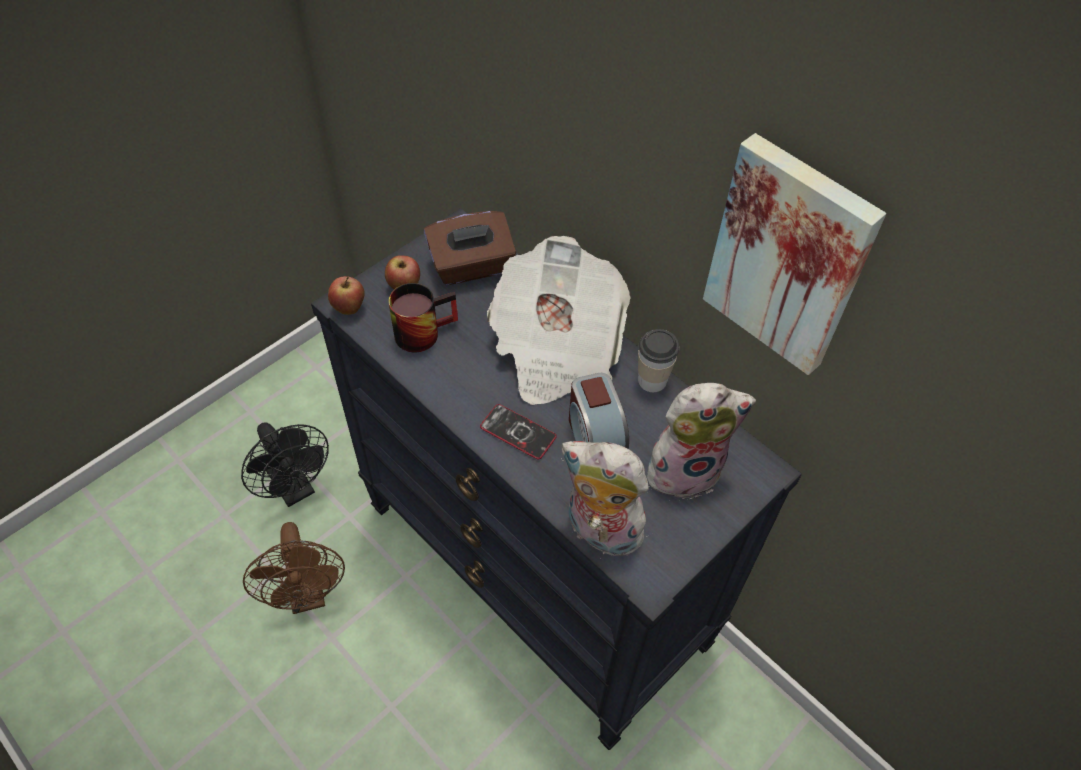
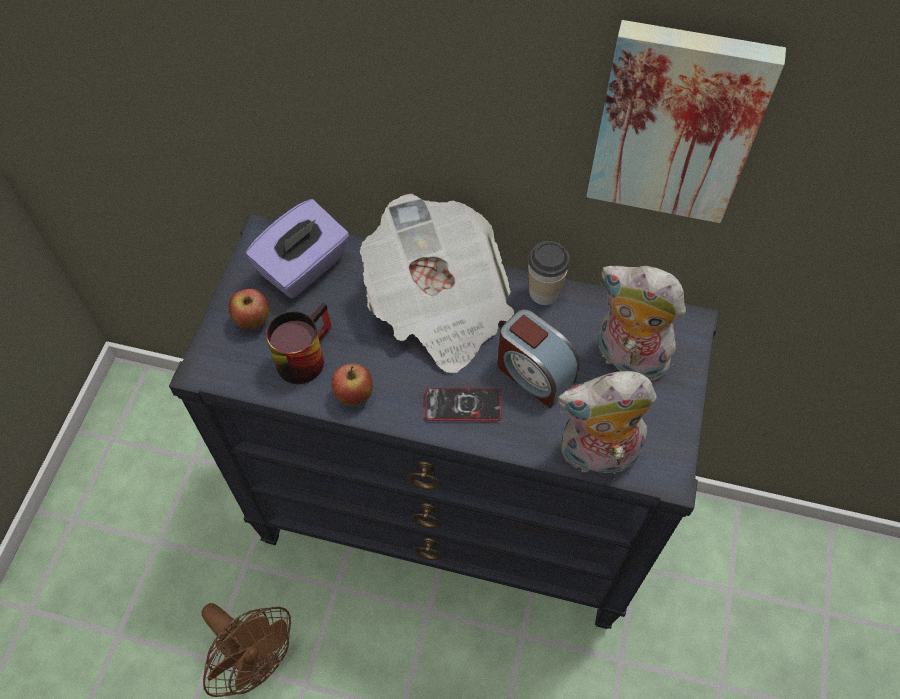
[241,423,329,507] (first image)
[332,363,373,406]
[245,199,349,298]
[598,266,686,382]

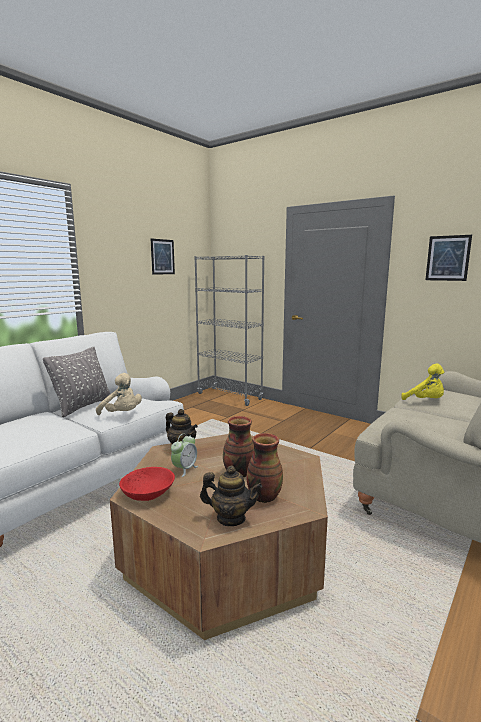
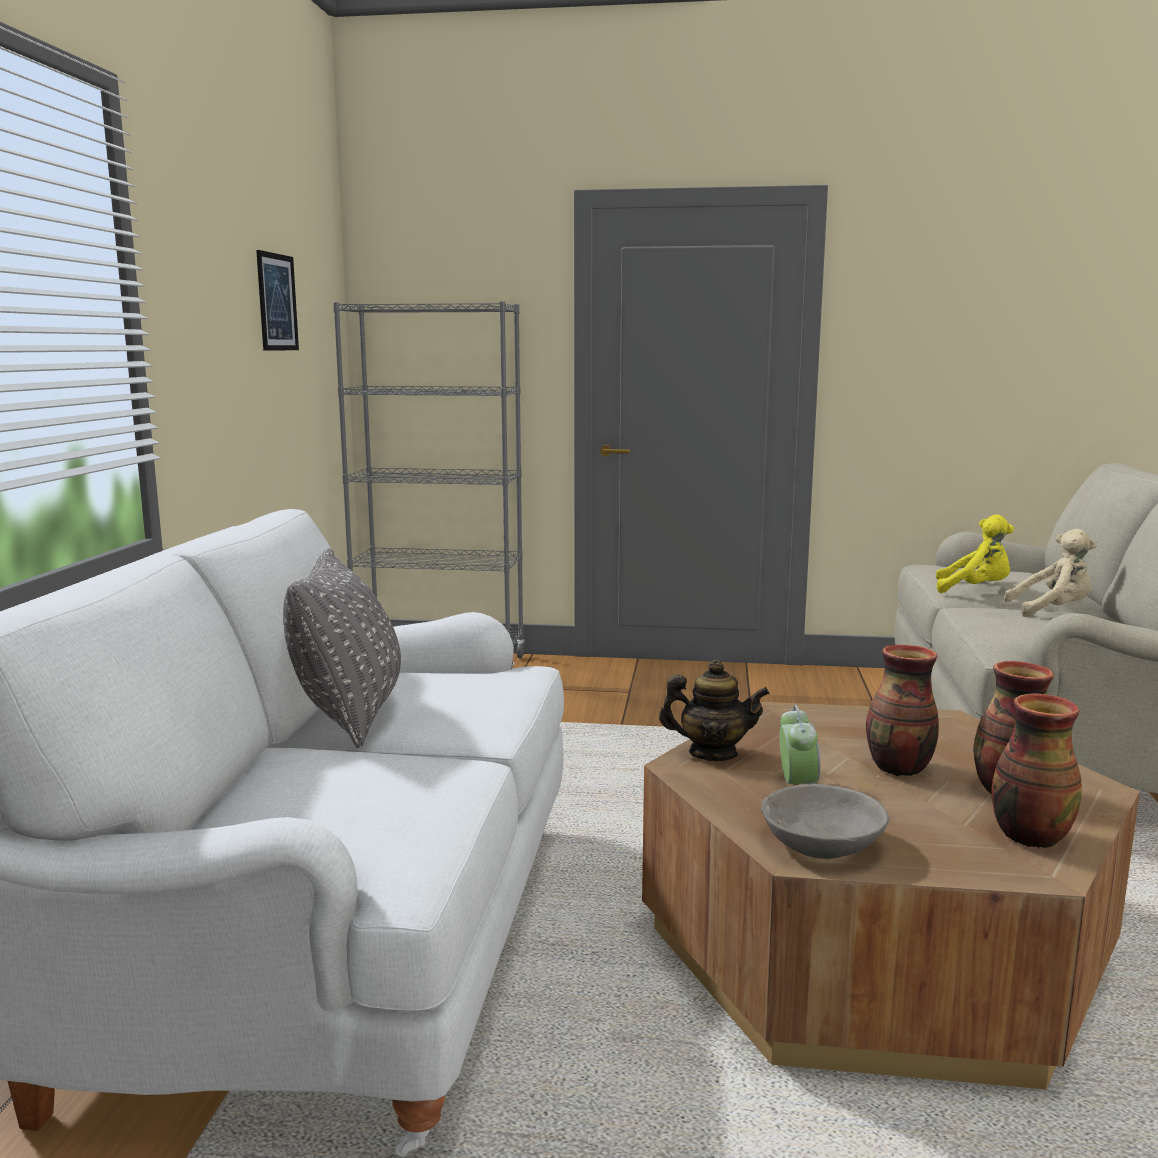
[1004,529,1097,617]
[761,784,889,859]
[991,694,1082,848]
[425,235,472,281] (first image)

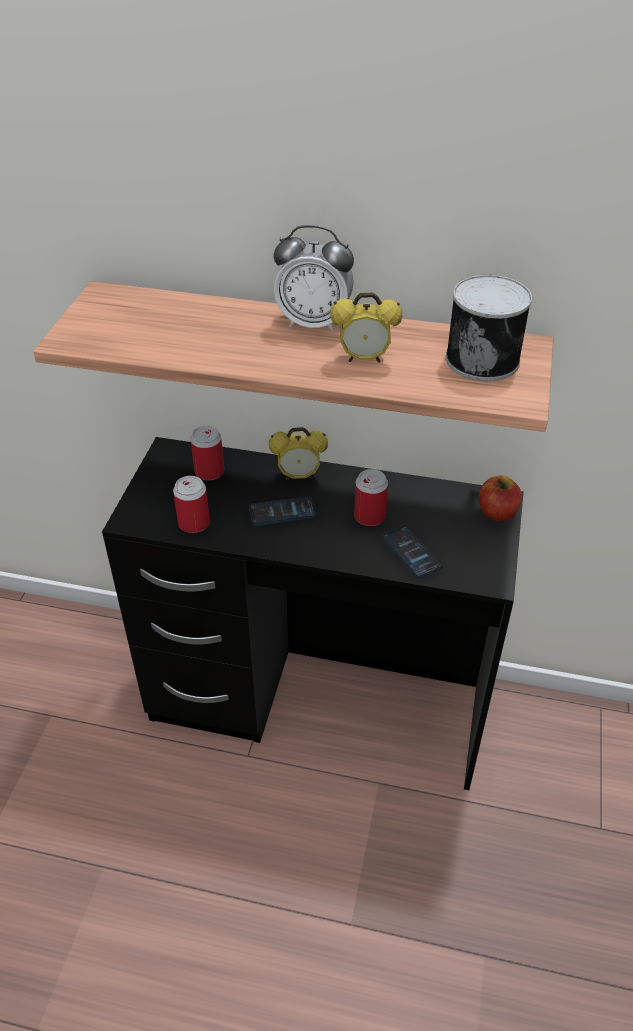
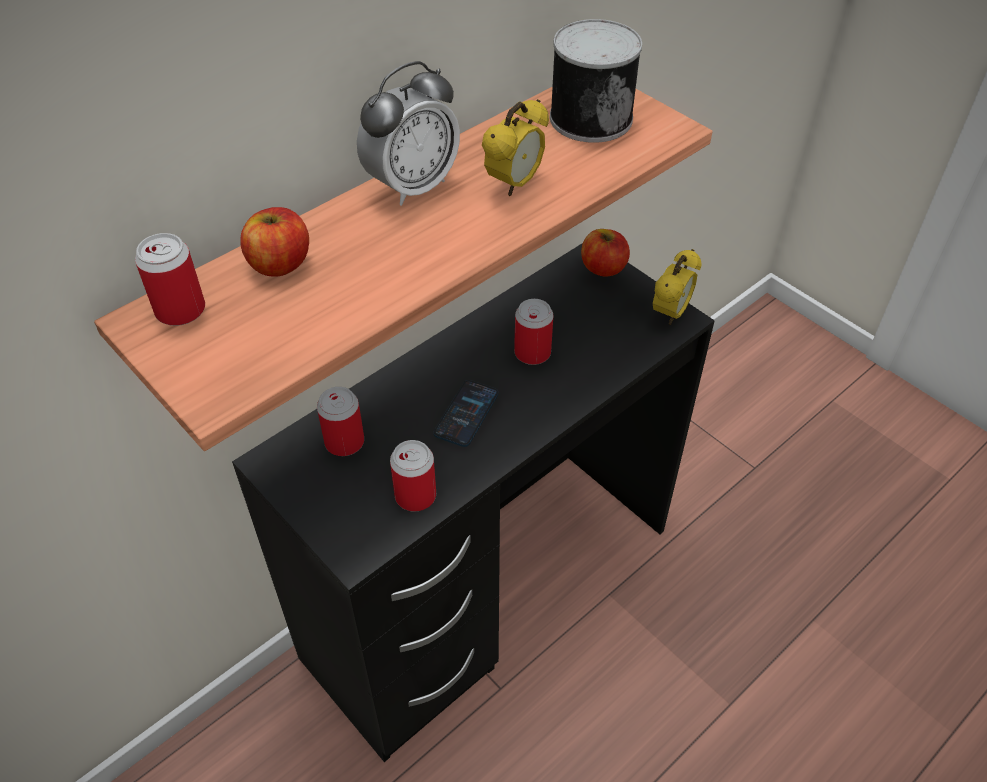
[653,249,701,325]
[382,526,443,579] (first image)
[135,233,205,326]
[240,207,309,277]

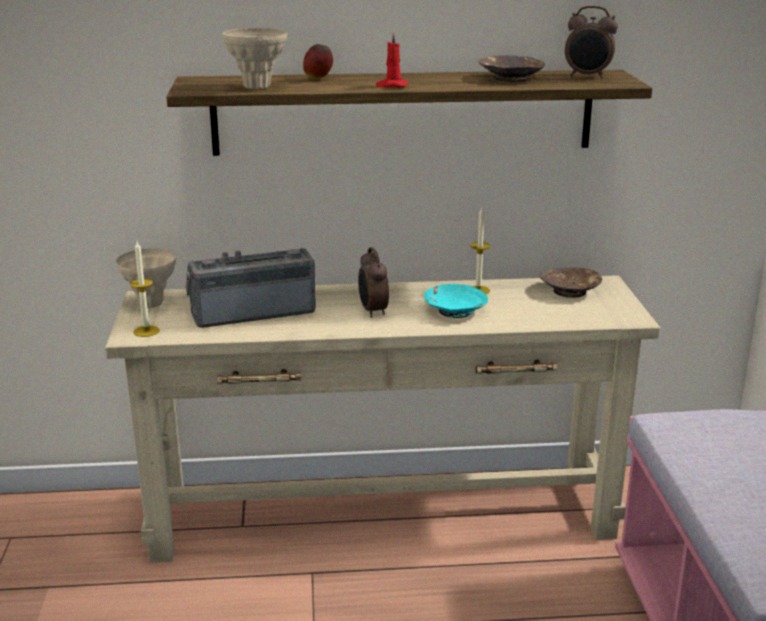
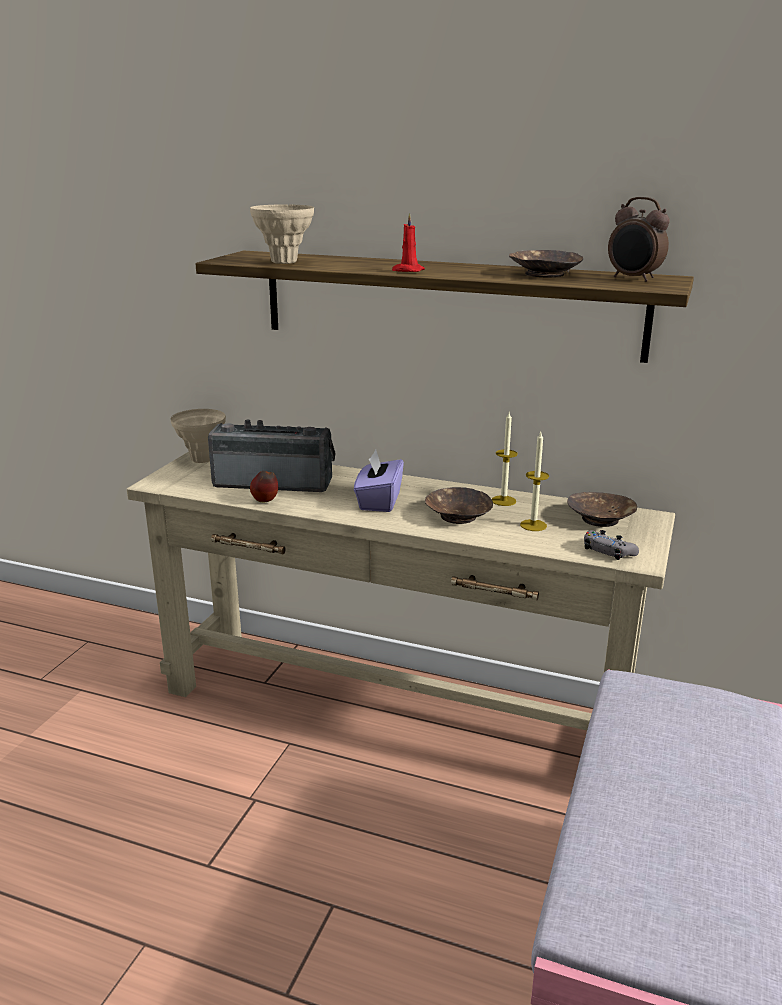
[520,432,549,531]
[250,471,278,502]
[354,450,404,512]
[425,487,493,524]
[584,530,639,560]

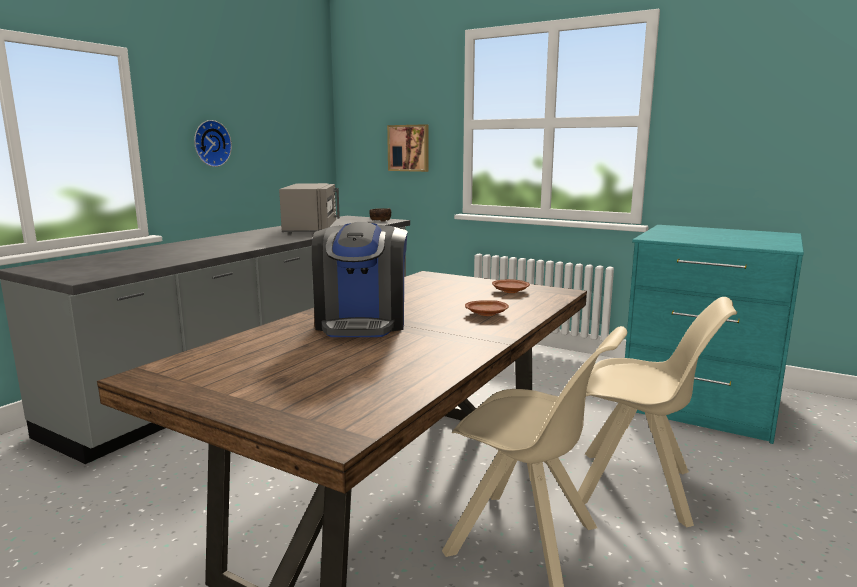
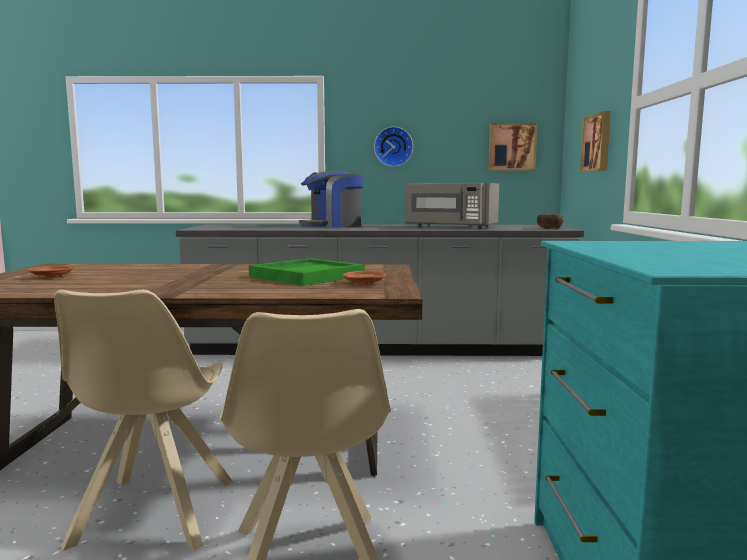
[405,183,499,229]
[299,171,363,228]
[27,265,74,278]
[249,258,365,286]
[488,123,538,171]

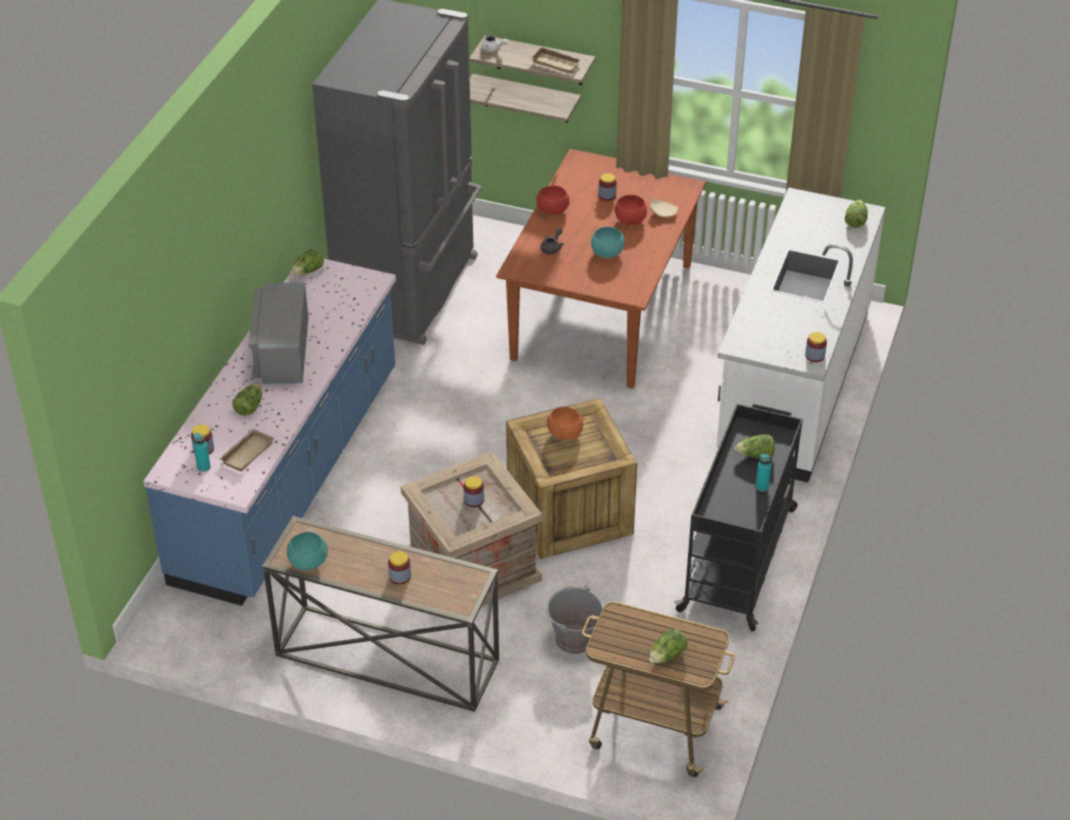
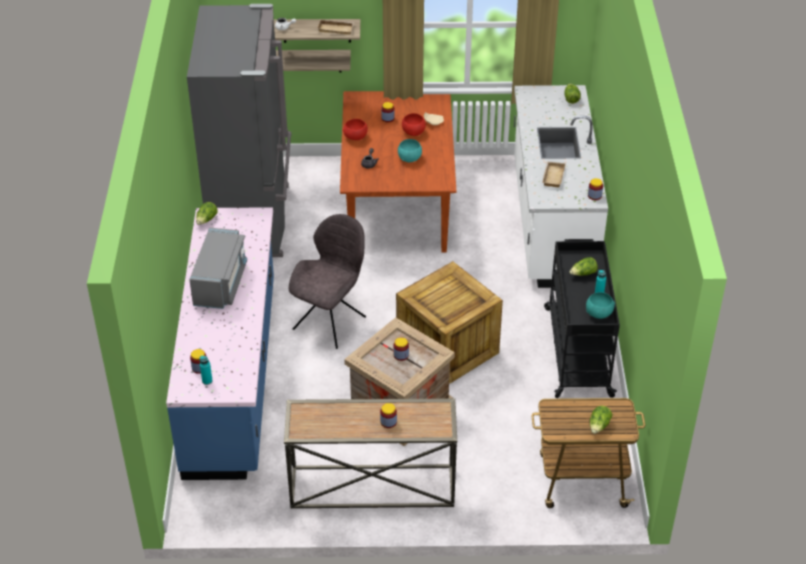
[542,161,566,187]
[232,383,262,416] (first image)
[189,227,247,309]
[586,292,615,319]
[546,585,603,654] (first image)
[547,407,583,441] (first image)
[288,214,366,349]

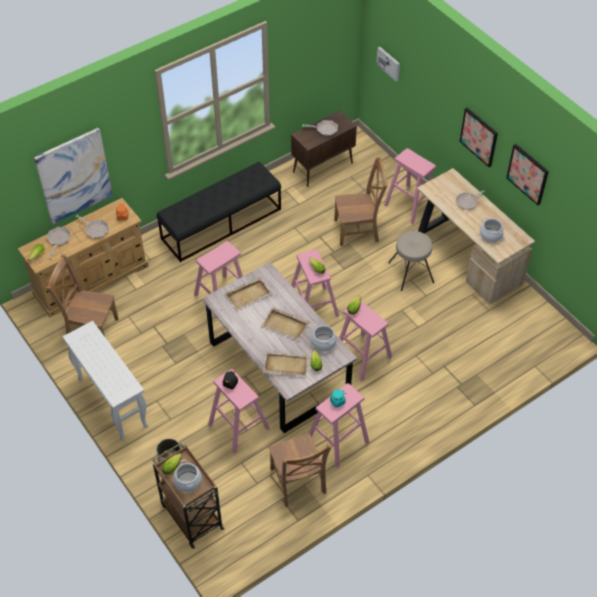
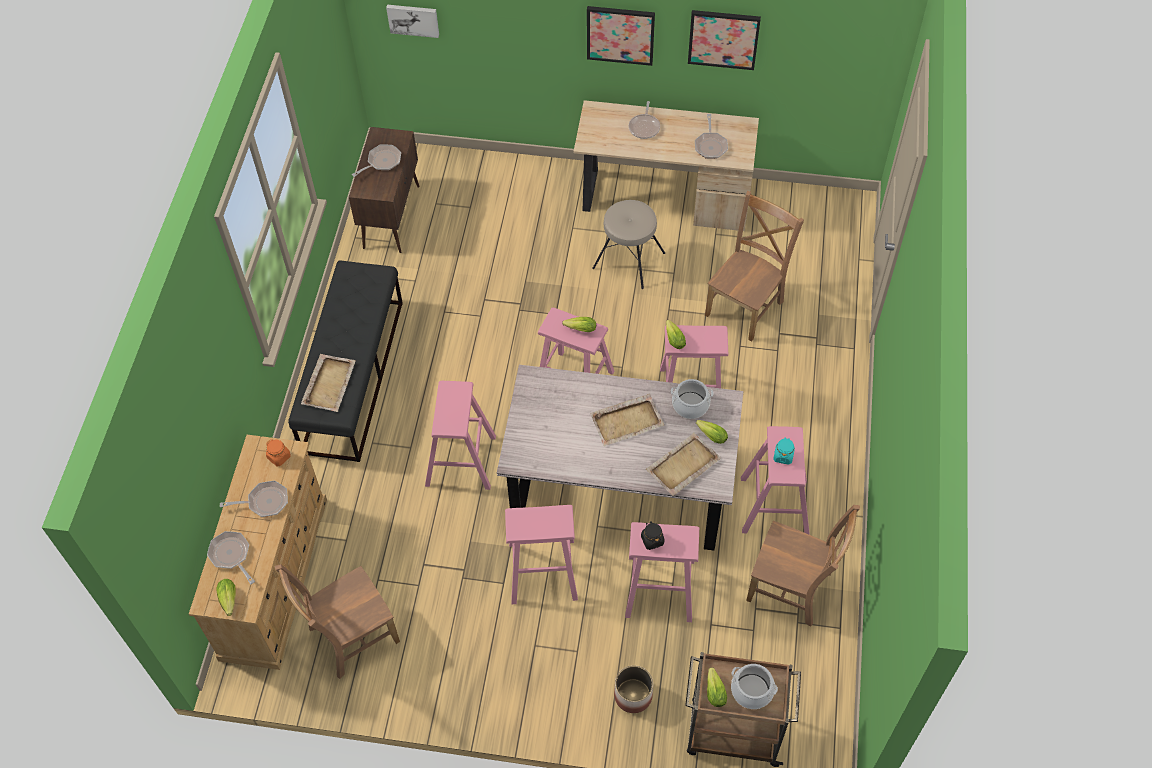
[34,128,113,224] (first image)
[63,321,148,442] (first image)
[301,354,356,412]
[705,191,804,341]
[505,505,578,604]
[695,114,728,159]

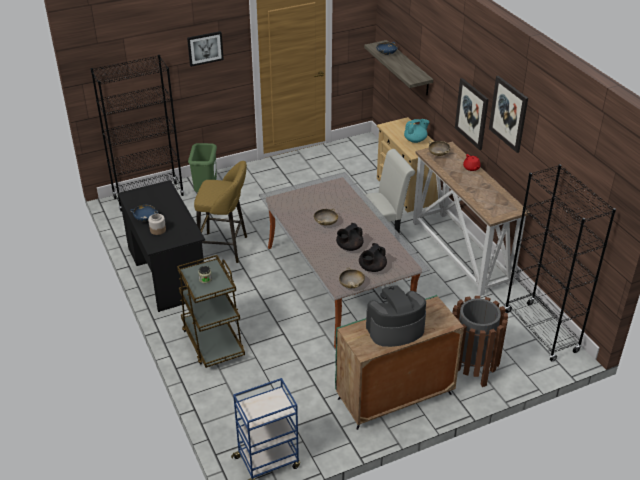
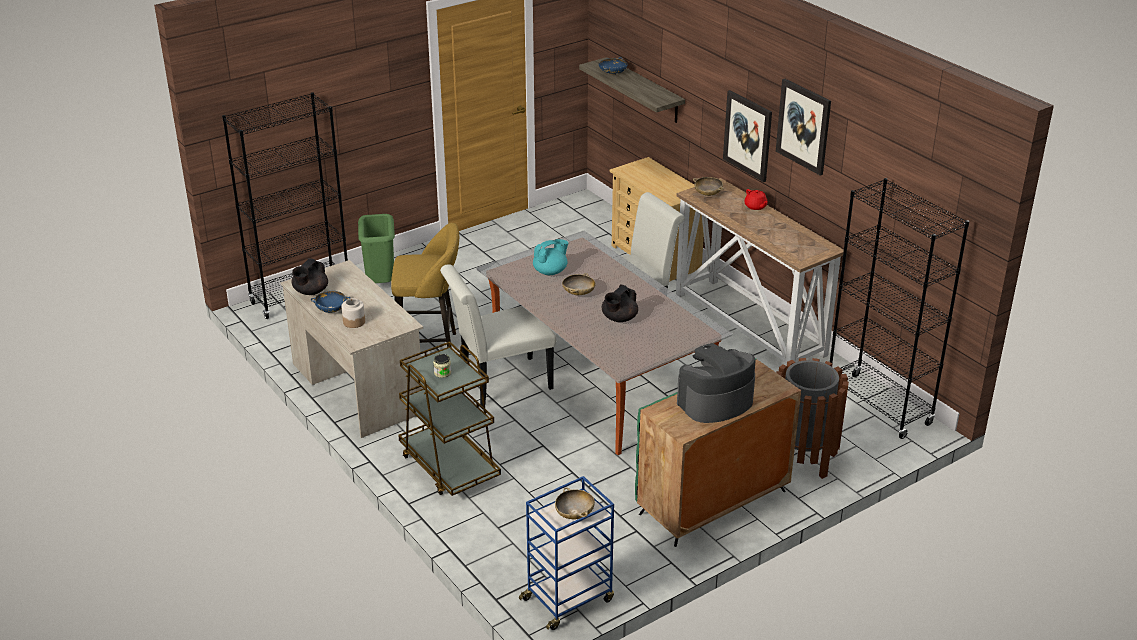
[280,260,423,438]
[187,31,224,67] (first image)
[555,487,595,520]
[292,258,328,295]
[533,239,568,275]
[440,264,556,406]

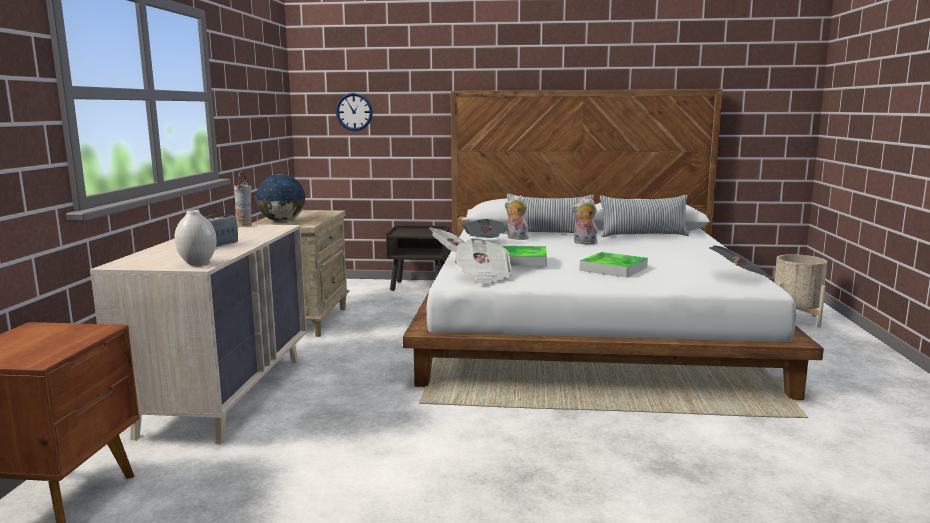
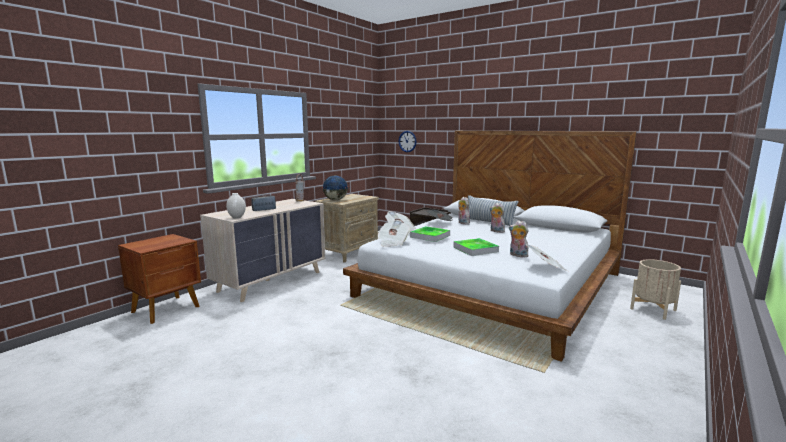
[600,195,689,237] (first image)
[509,221,529,258]

